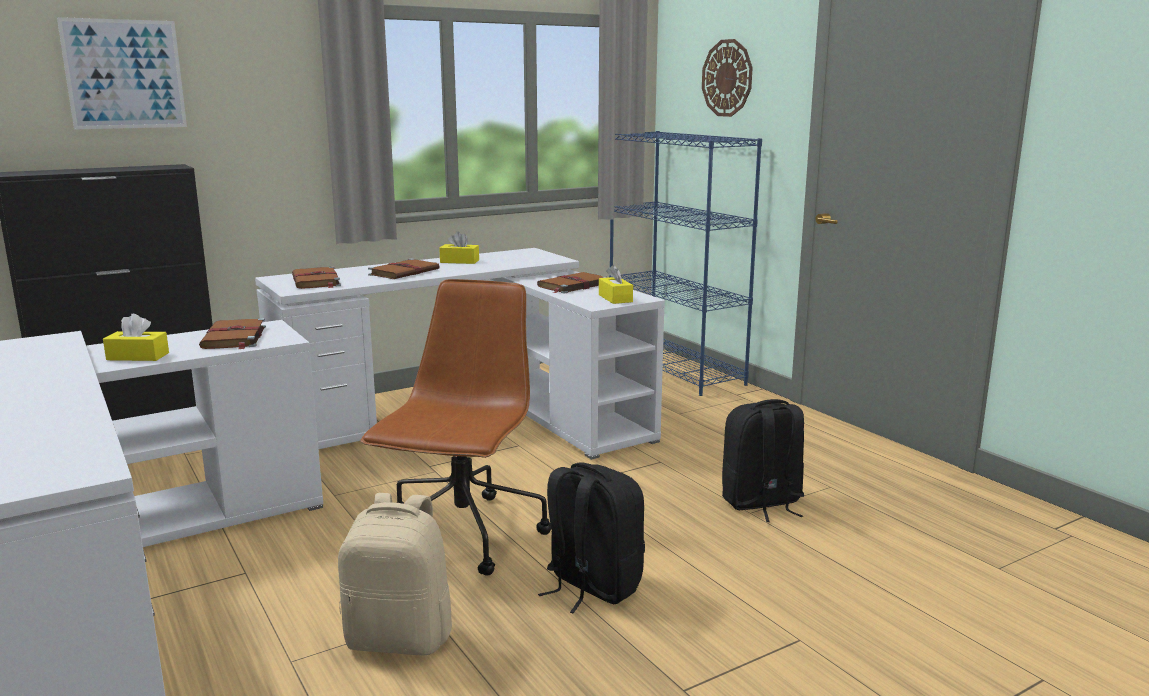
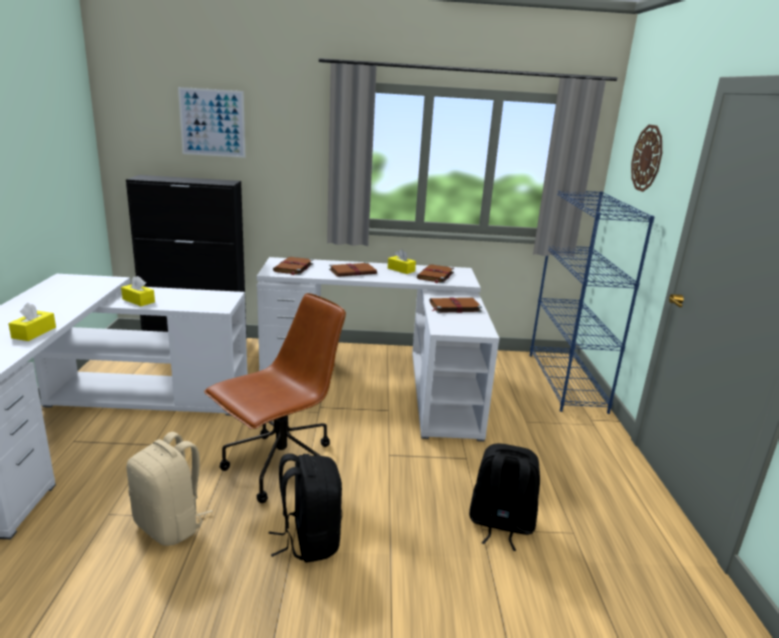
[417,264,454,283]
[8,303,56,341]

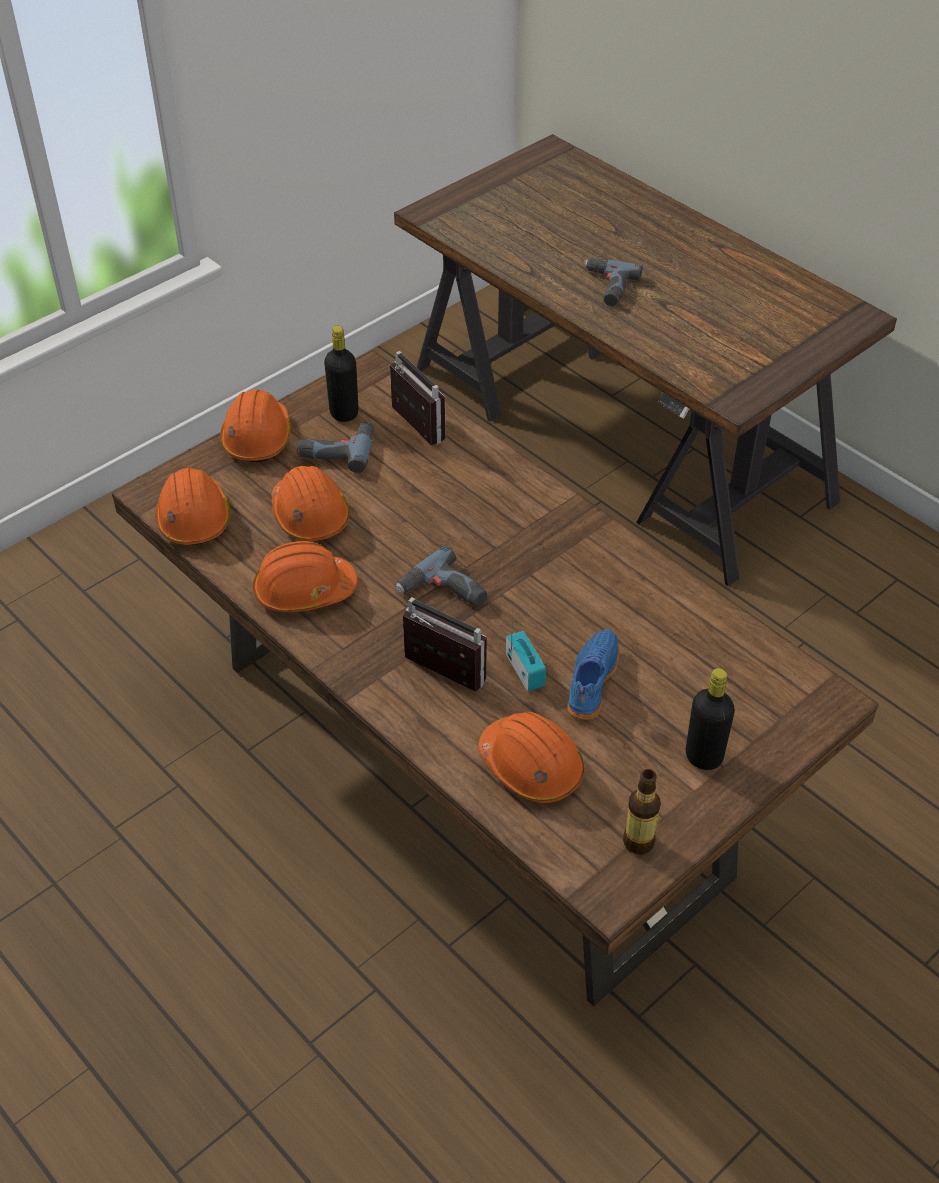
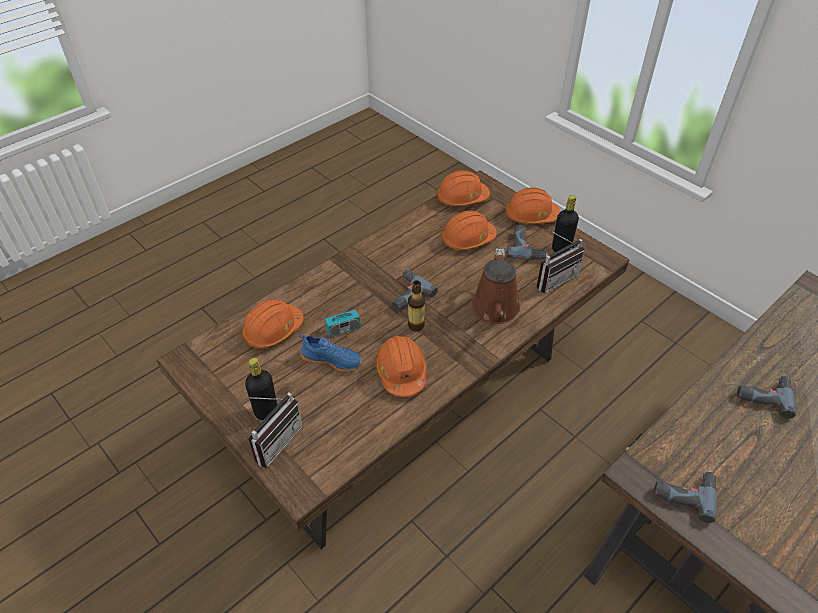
[375,336,427,397]
[246,392,303,468]
[408,280,425,331]
[472,249,520,324]
[654,471,717,523]

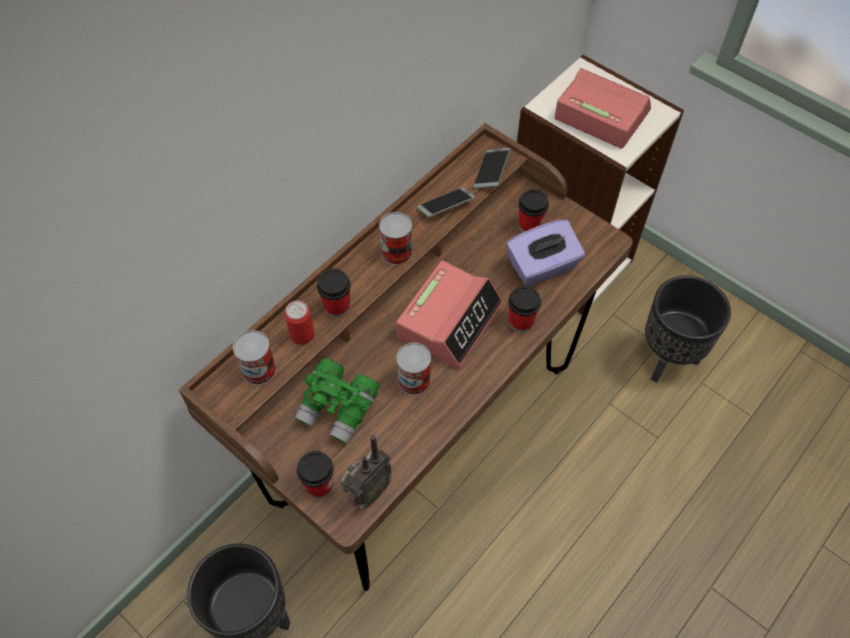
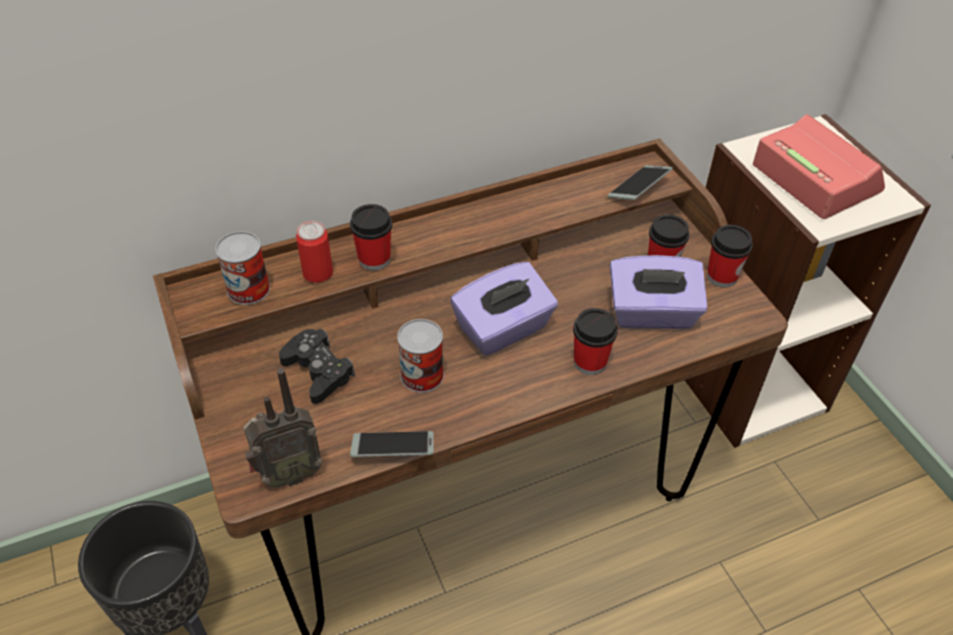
[279,329,355,404]
[707,225,753,288]
[379,212,413,265] (first image)
[450,262,558,356]
[350,431,434,457]
[645,275,731,383] (first image)

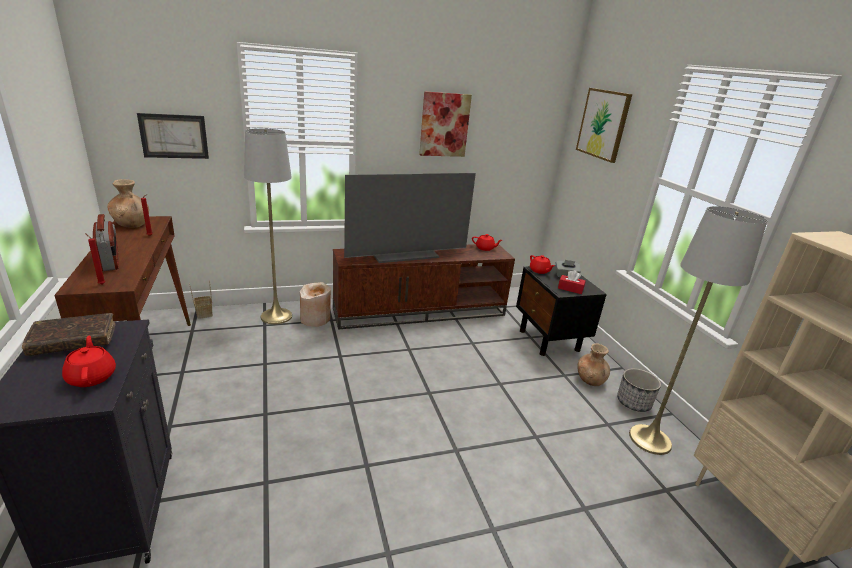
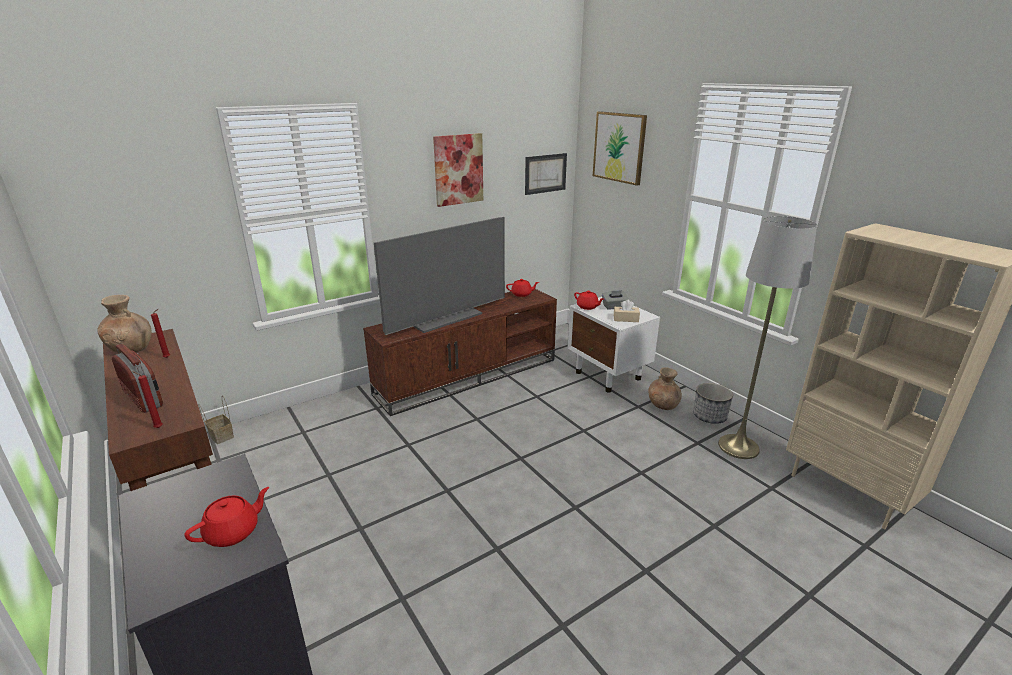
[22,313,115,356] (first image)
[185,487,269,547]
[525,153,567,195]
[244,128,292,324] (first image)
[300,282,331,327] (first image)
[568,297,660,393]
[614,300,640,322]

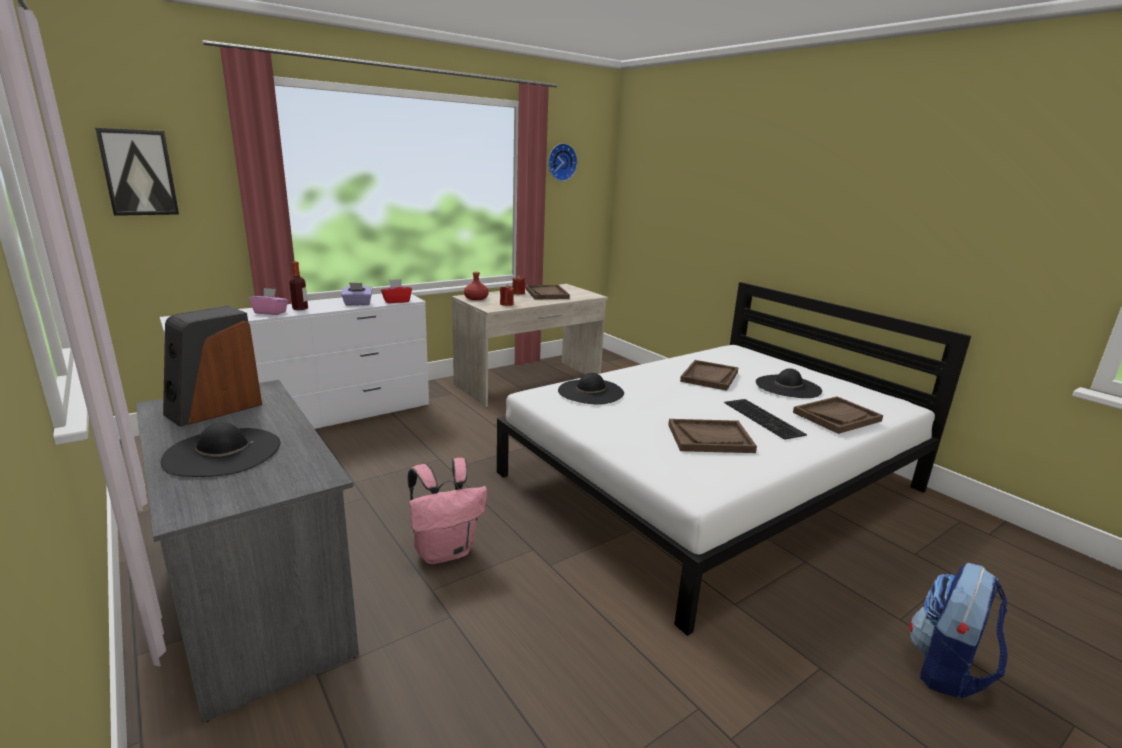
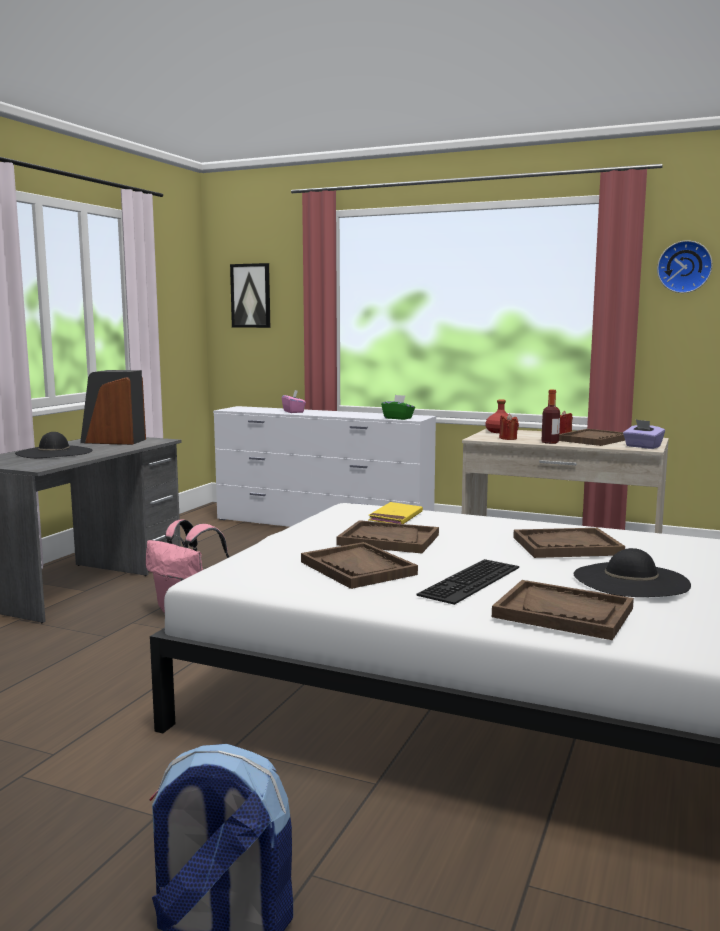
[541,390,560,444]
[623,420,665,449]
[381,395,415,420]
[368,502,423,524]
[336,520,439,553]

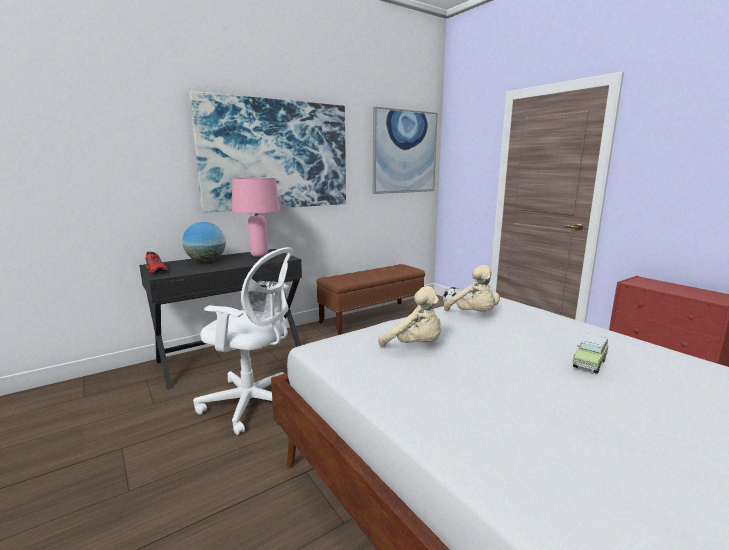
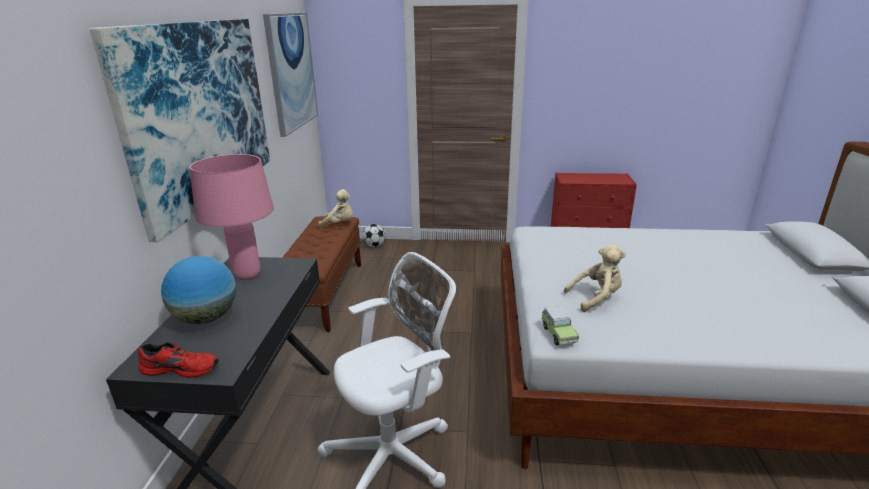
[318,189,353,228]
[541,306,579,345]

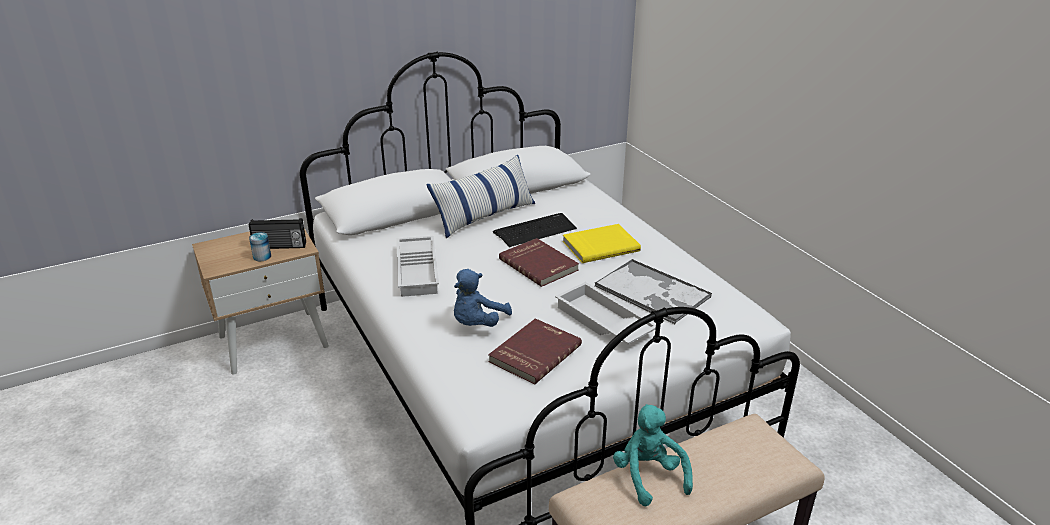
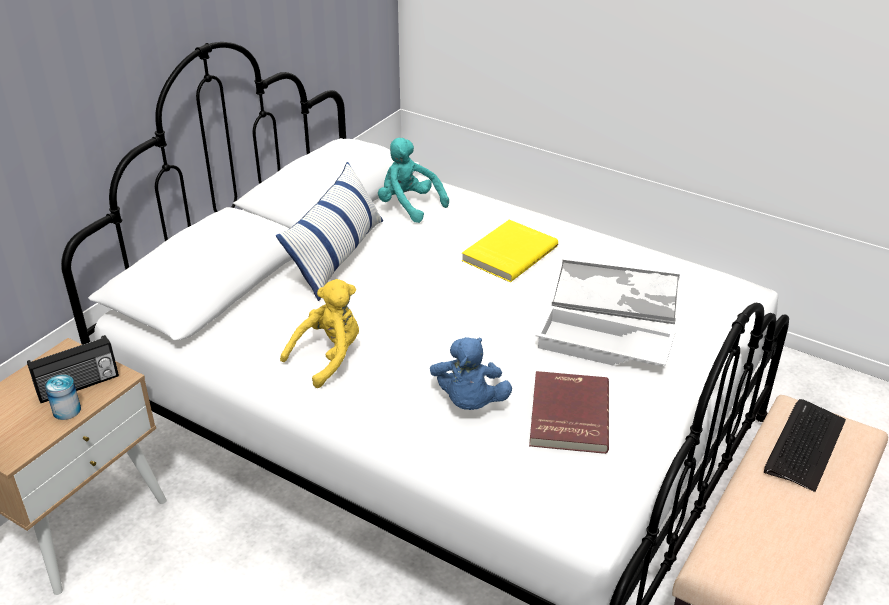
[280,279,359,388]
[764,399,846,492]
[499,238,579,287] (first image)
[378,138,449,223]

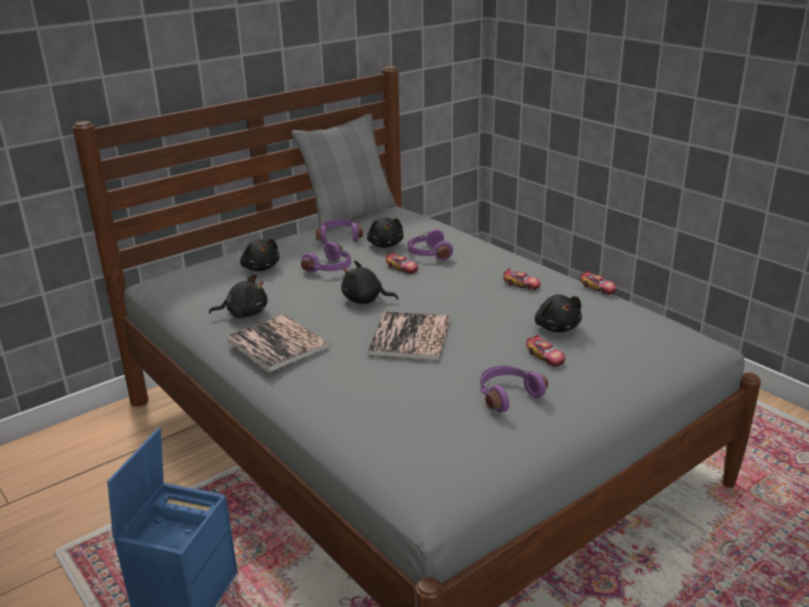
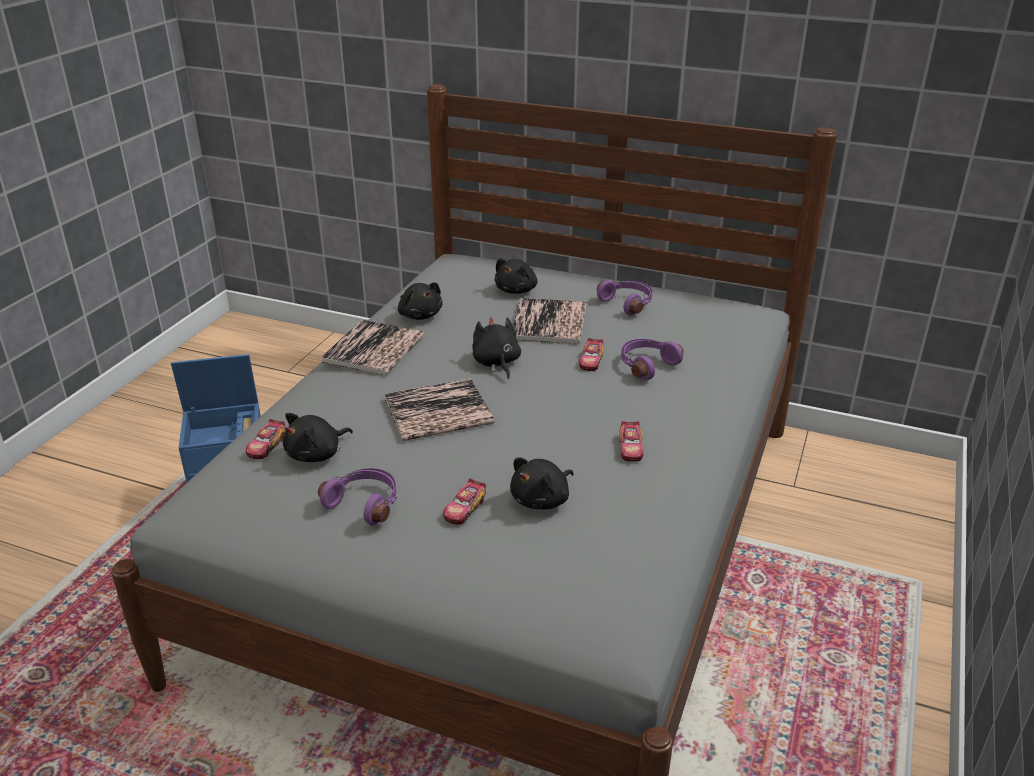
[291,114,396,231] (first image)
[513,298,586,345]
[283,413,353,462]
[246,419,286,459]

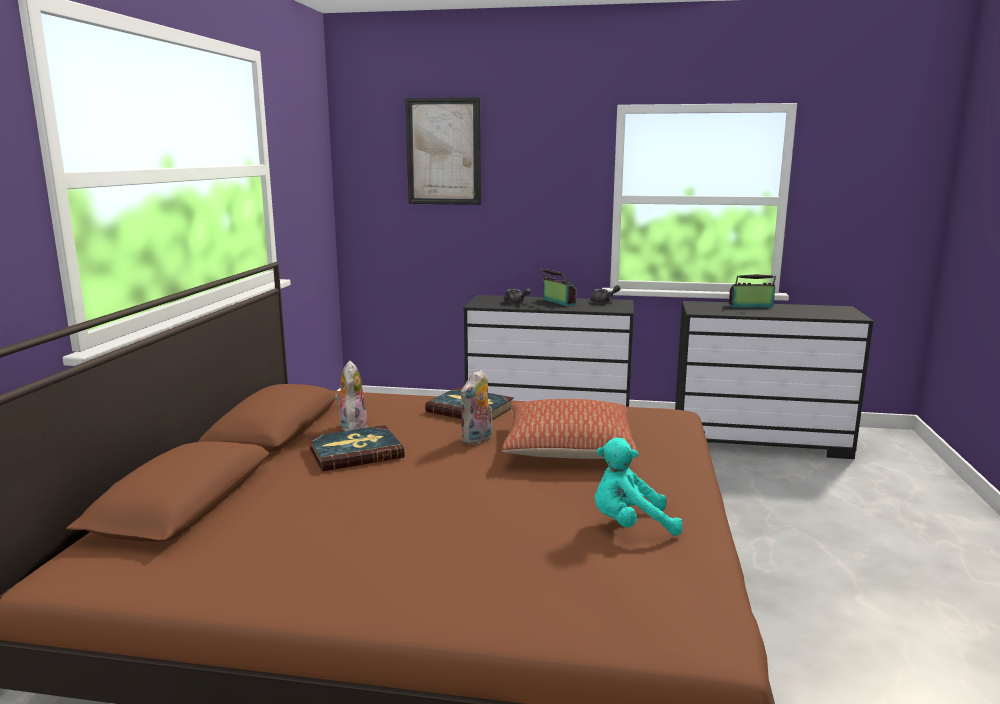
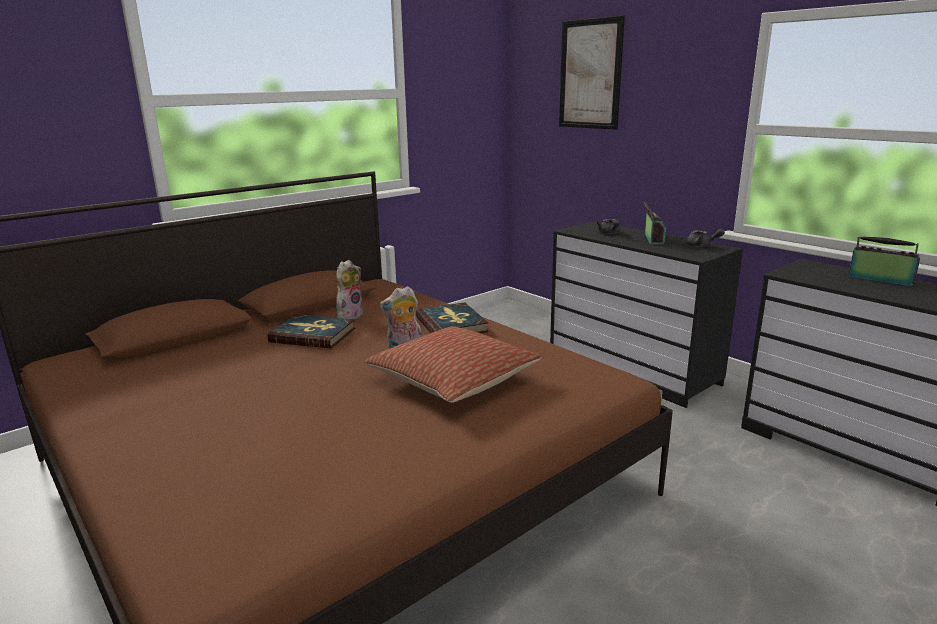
[595,438,683,536] (first image)

